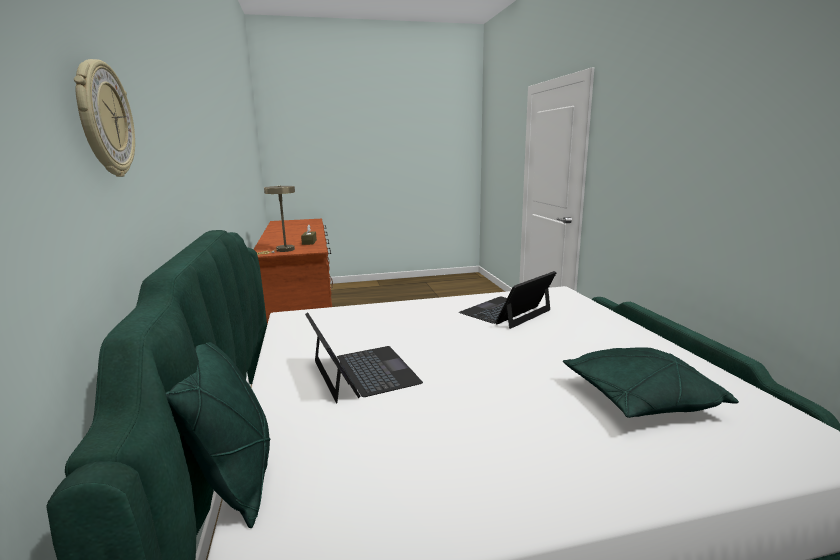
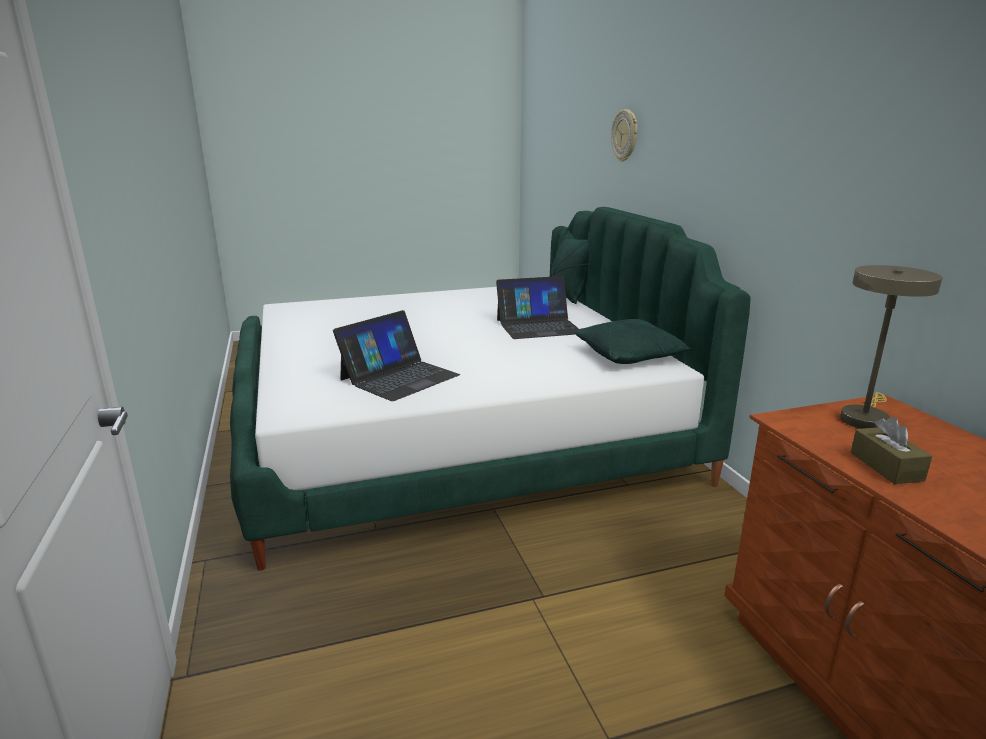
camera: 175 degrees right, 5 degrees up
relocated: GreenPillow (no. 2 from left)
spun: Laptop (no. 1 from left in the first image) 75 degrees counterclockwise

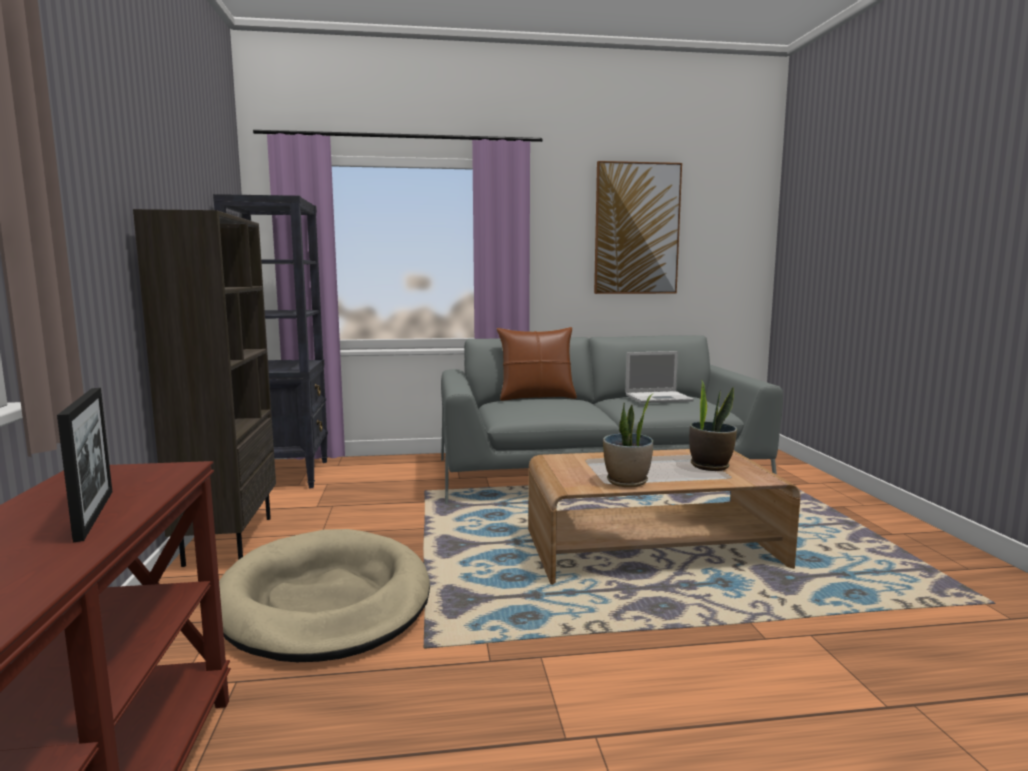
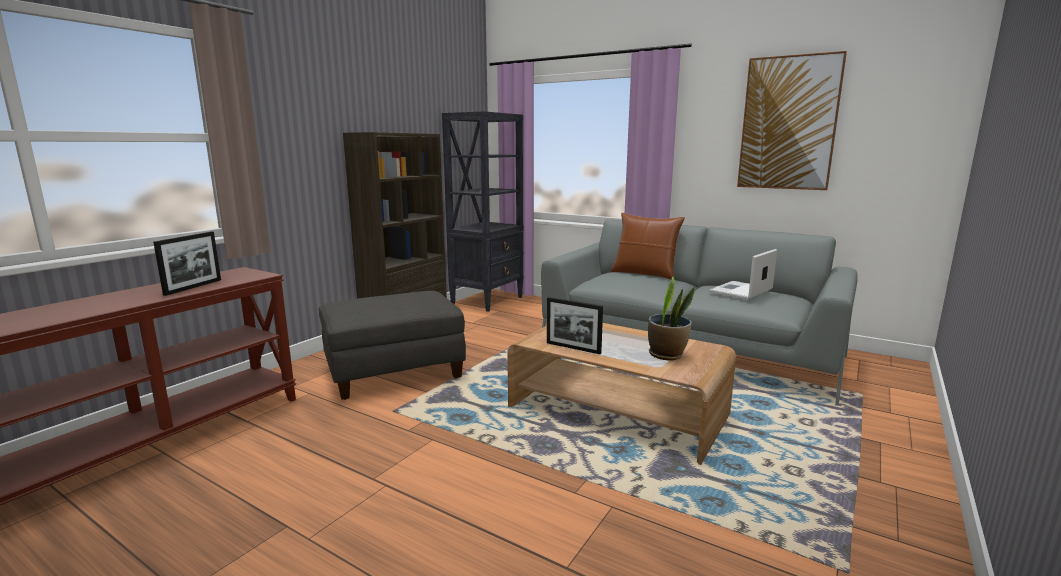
camera: 40 degrees right, 5 degrees up
exchanged: BeigeDogBed to GreyOttoman; PottedPlant (no. 1 from left) to PictureFrame (no. 2 from left)
spun: Laptop 105 degrees clockwise

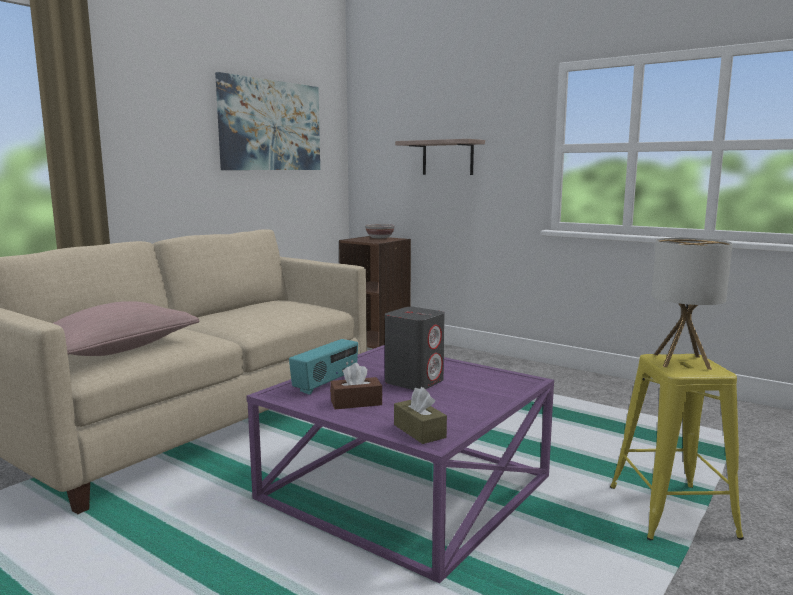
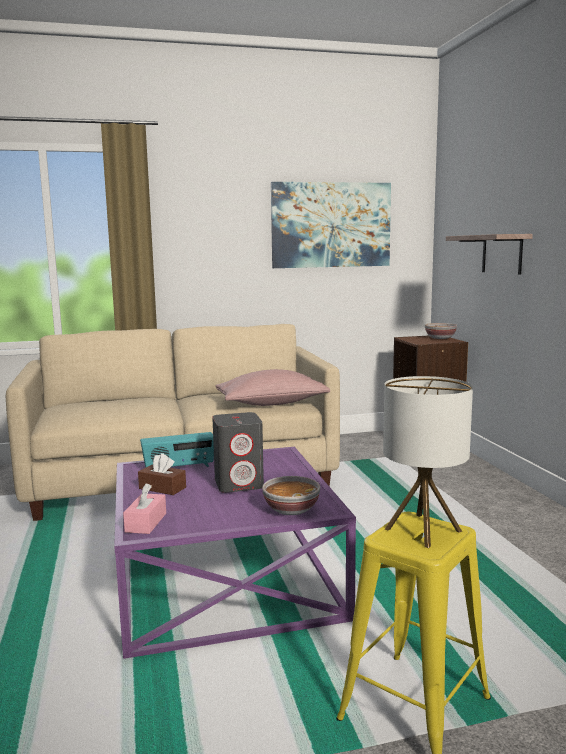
camera: 40 degrees right, 0 degrees up
appeared: Bowl (no. 1 from left)
relocated: PinkPillow
colour: BrownTissueBox (no. 2 from left) to PinkTissueBox

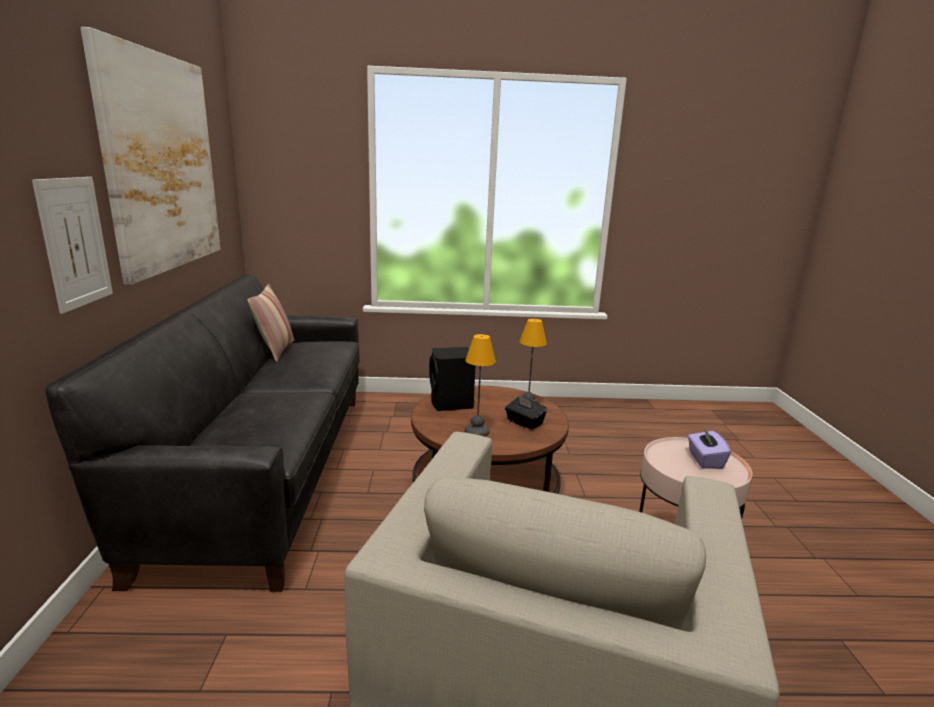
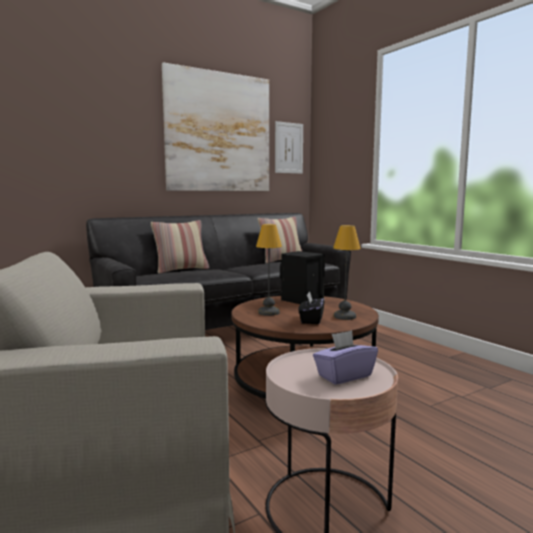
camera: 60 degrees right, 10 degrees down
appeared: Pillow (no. 1 from left)
relocated: Picture (no. 1 from left in the first image) to Picture (no. 2 from left)

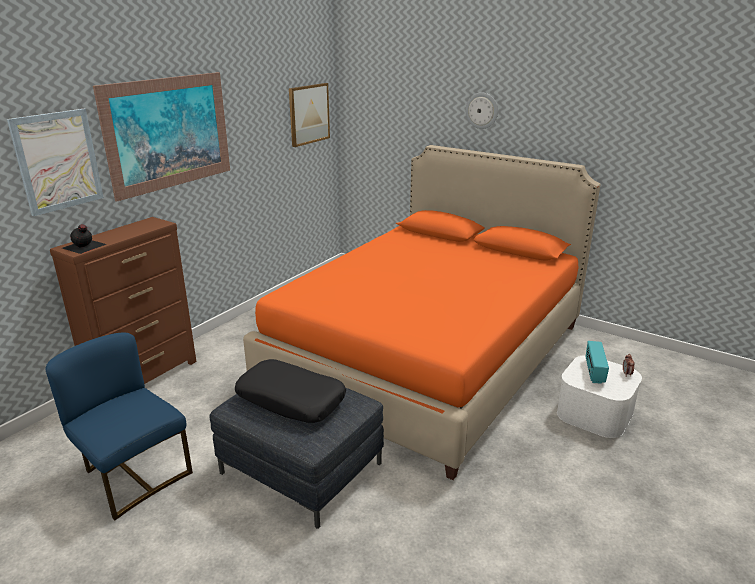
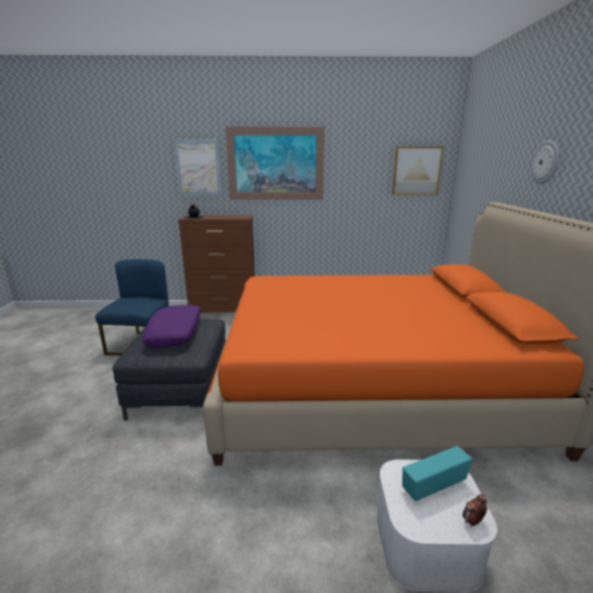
camera: 55 degrees right, 5 degrees down
colour: BlackPillow to PurplePillow

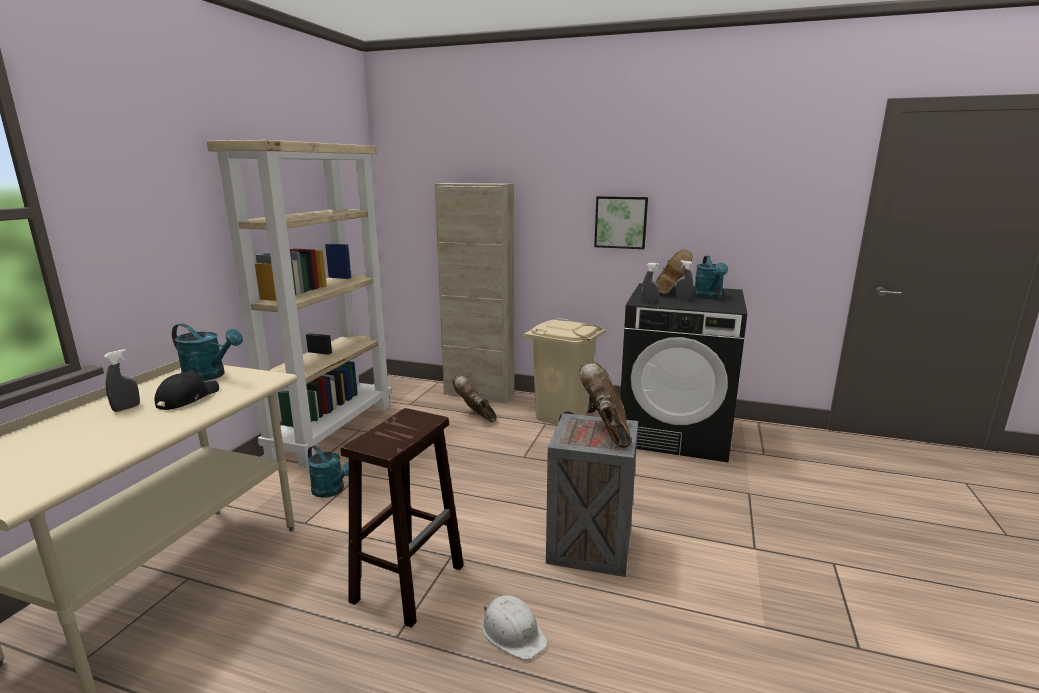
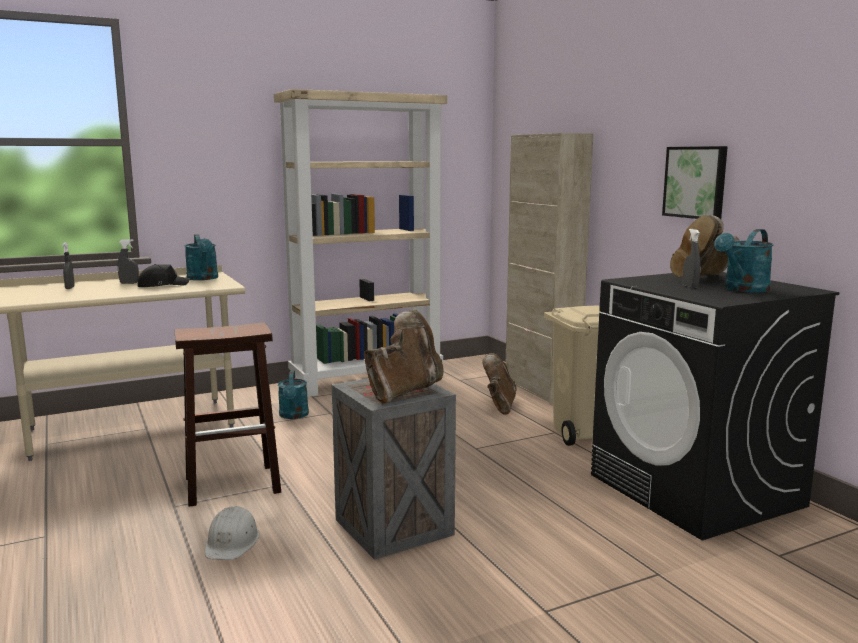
camera: 45 degrees right, 5 degrees down
relocated: GreySprayBottle (no. 2 from left in the first image) to GreySprayBottle (no. 1 from left)

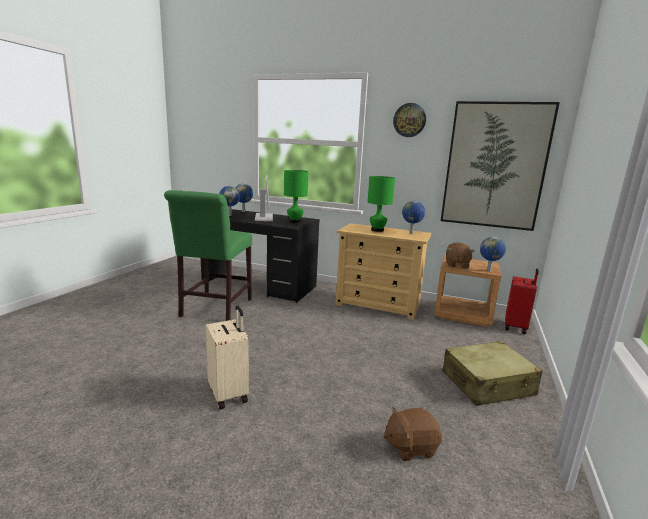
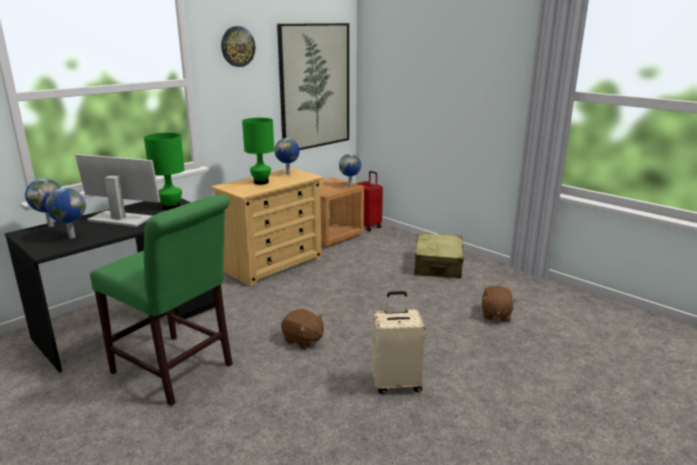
camera: 65 degrees left, 5 degrees up
relocated: BrownPlushToy (no. 2 from left in the first image) to BrownPlushToy (no. 1 from left)

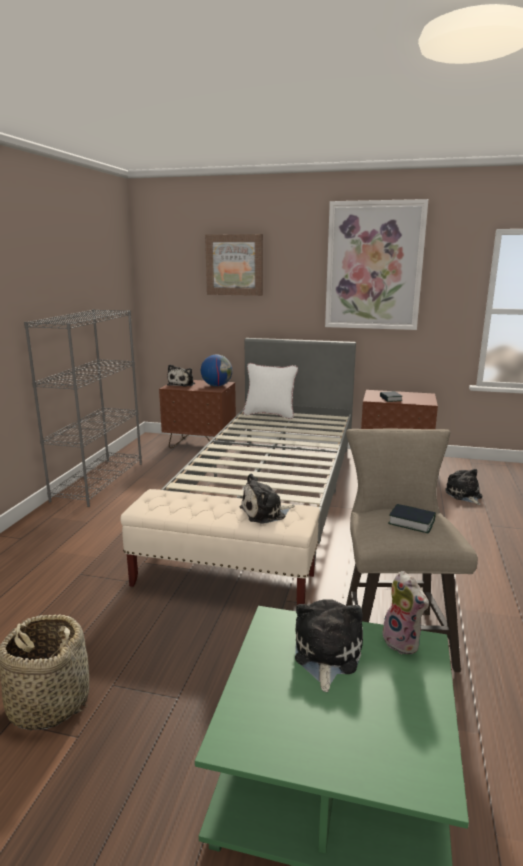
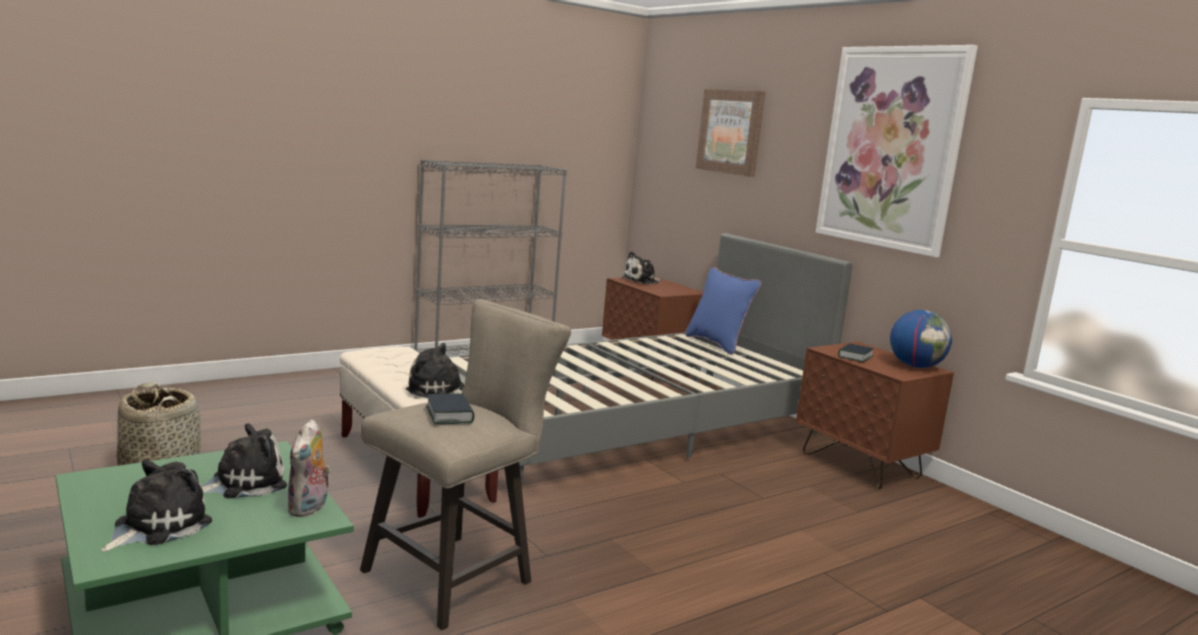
camera: 40 degrees right, 5 degrees down
relocated: PlushToy (no. 5 from left in the first image) to PlushToy (no. 1 from left); Globe
colour: WhitePillow to BluePillow

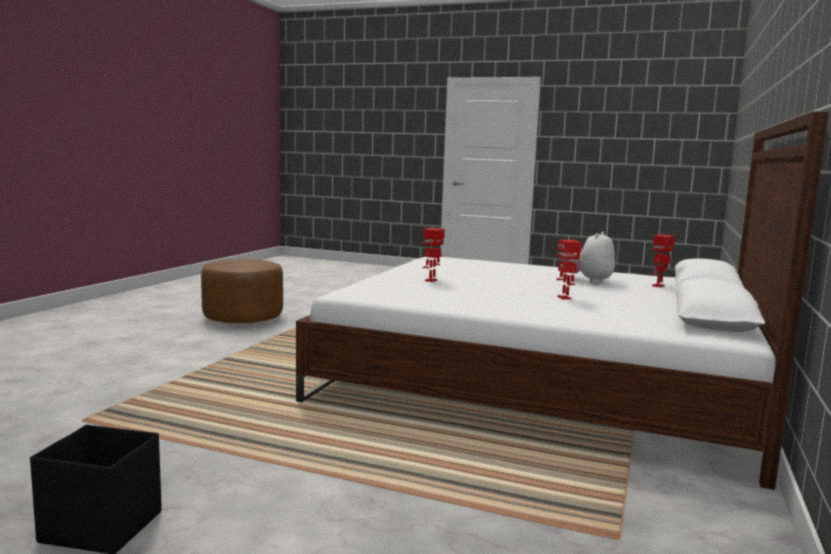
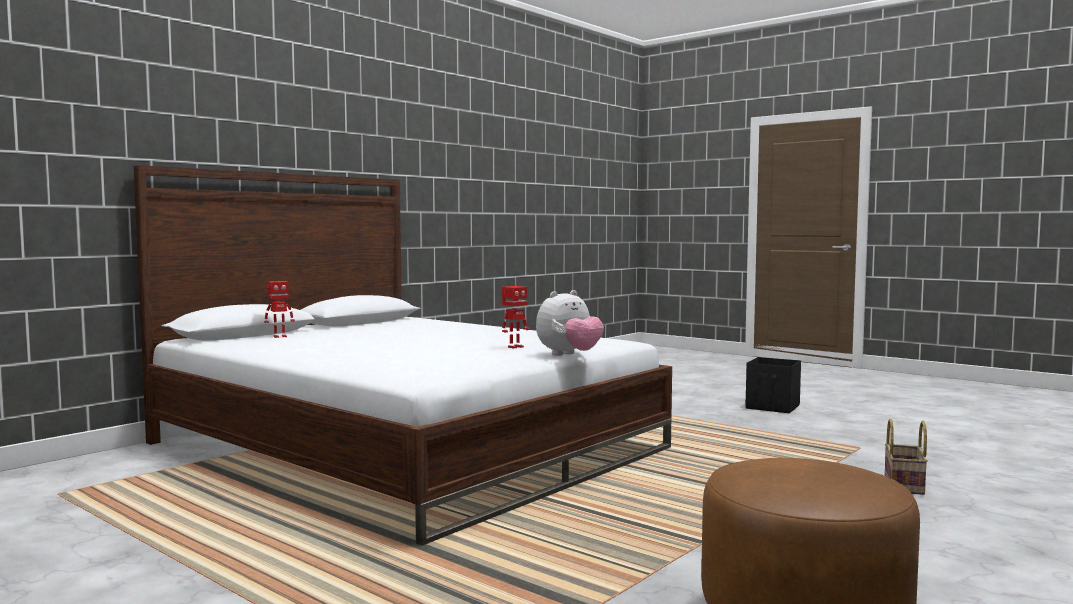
camera: 160 degrees left, 5 degrees down
missing: ToyRobot (no. 2 from left)
appeared: Basket
relocated: PlushToy

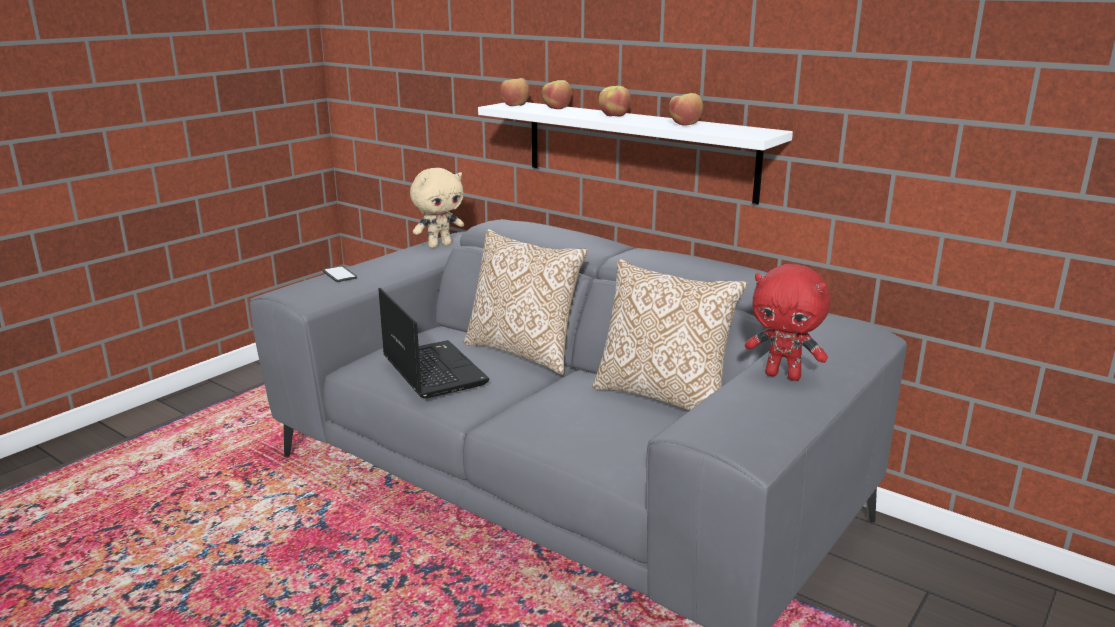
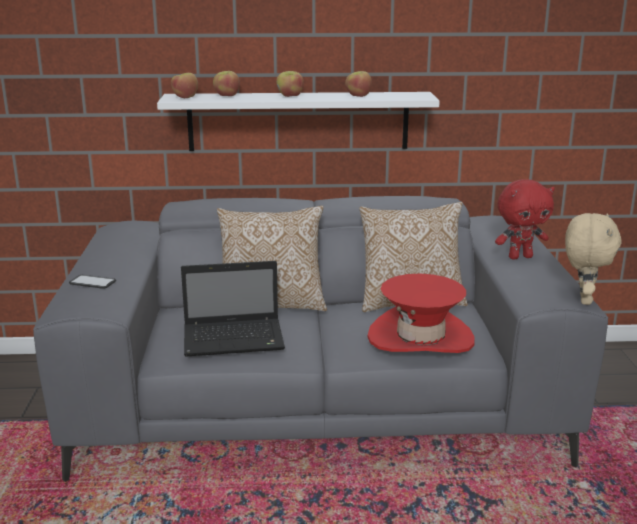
camera: 40 degrees left, 0 degrees up
appeared: RedHat
relocated: BeigePlushToy
spun: Laptop 150 degrees clockwise

